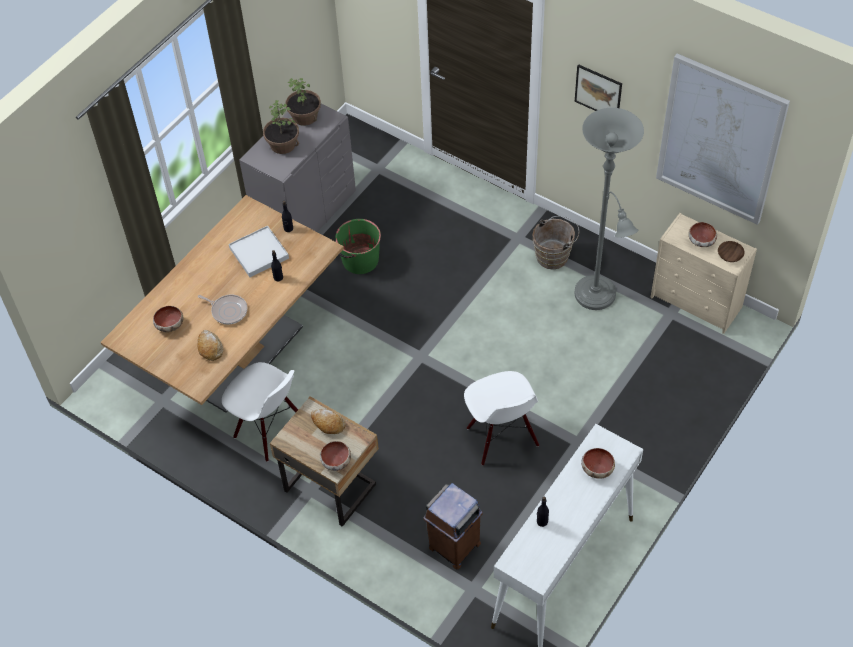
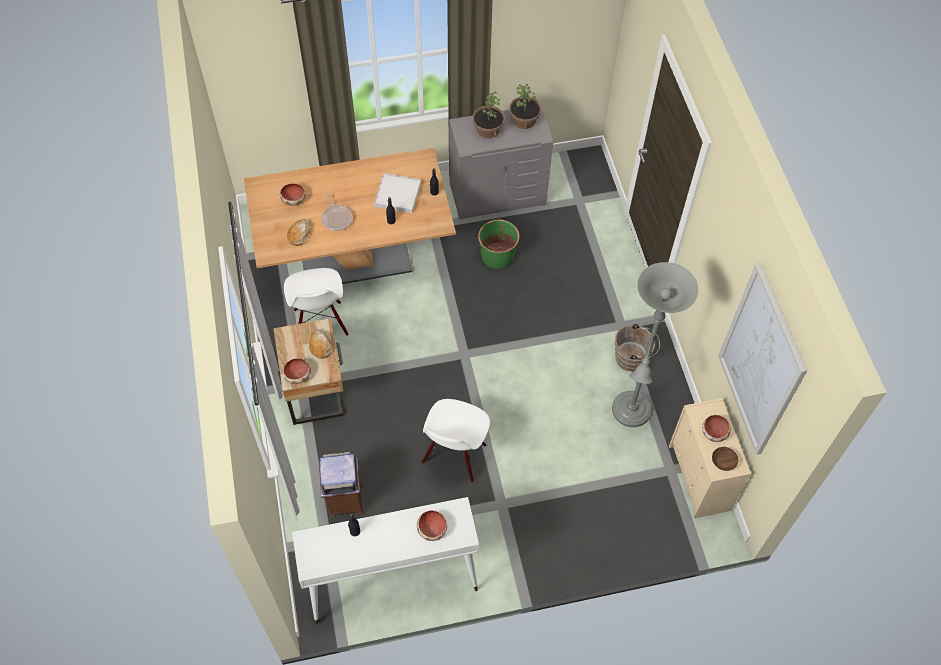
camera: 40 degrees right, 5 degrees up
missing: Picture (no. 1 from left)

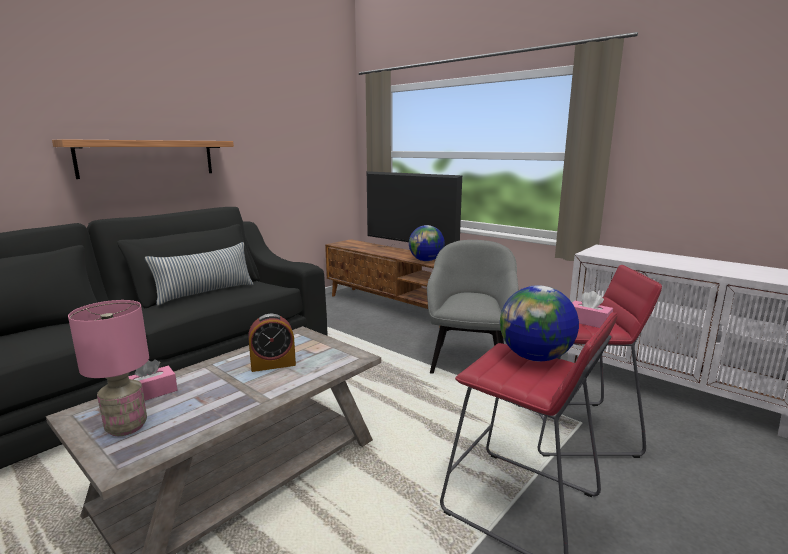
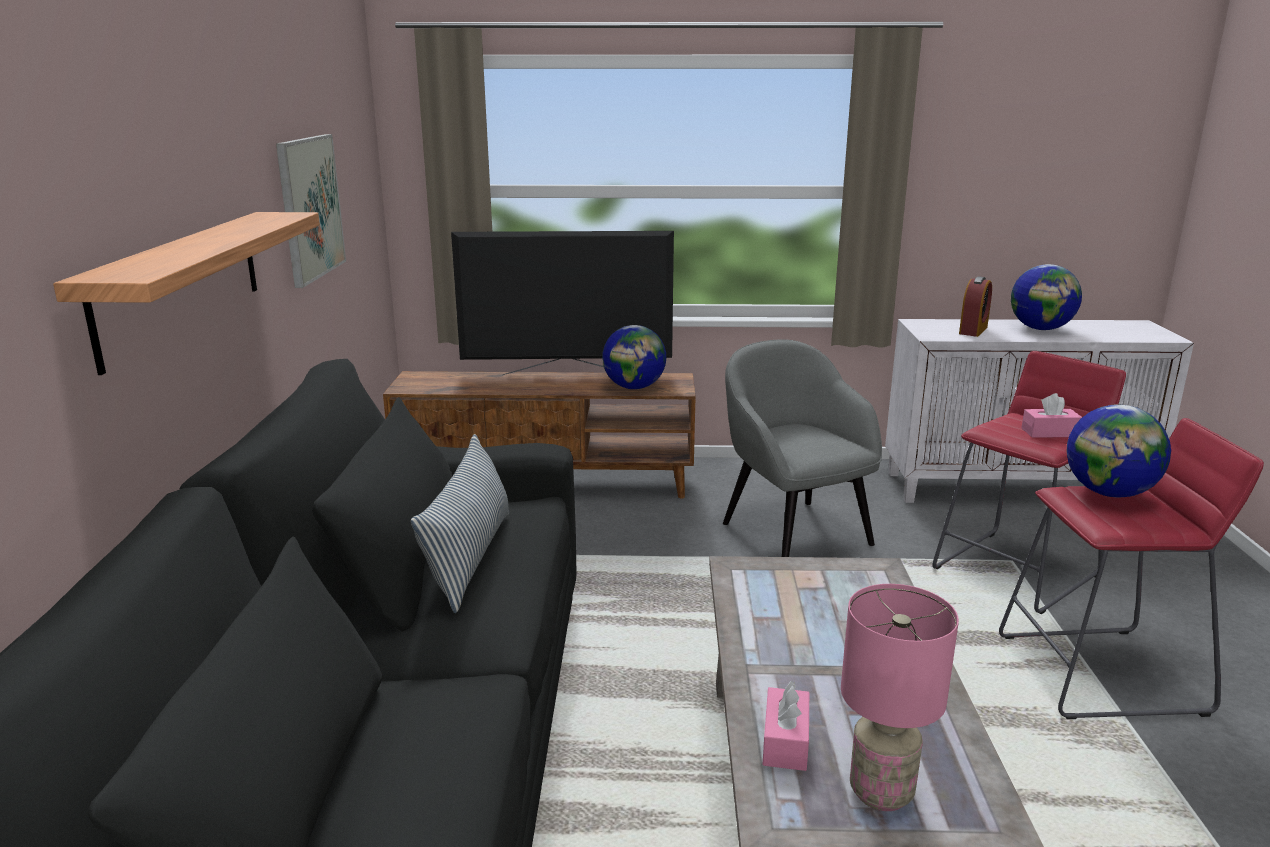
camera: 40 degrees left, 5 degrees up
appeared: Picture; Globe (no. 2 from left)
relocated: AlarmClock

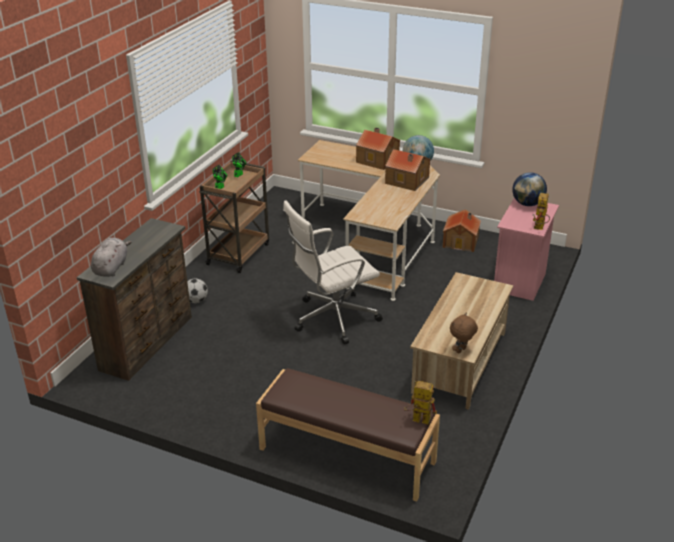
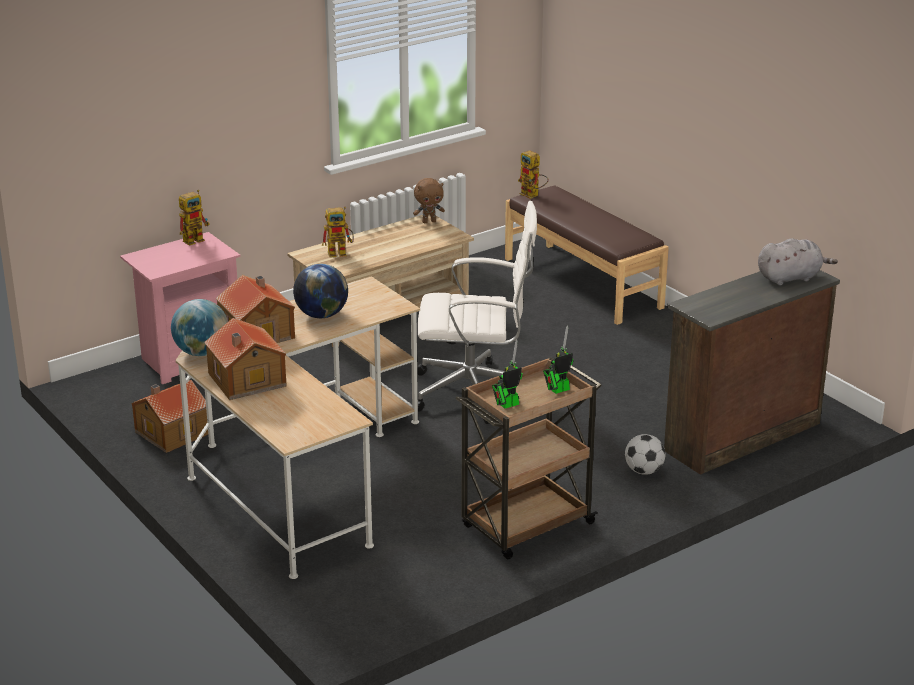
camera: 150 degrees left, 5 degrees down
appeared: ToyRobot (no. 2 from left)
relocated: Globe (no. 2 from left)
spun: GreyPlushToy 150 degrees counterclockwise

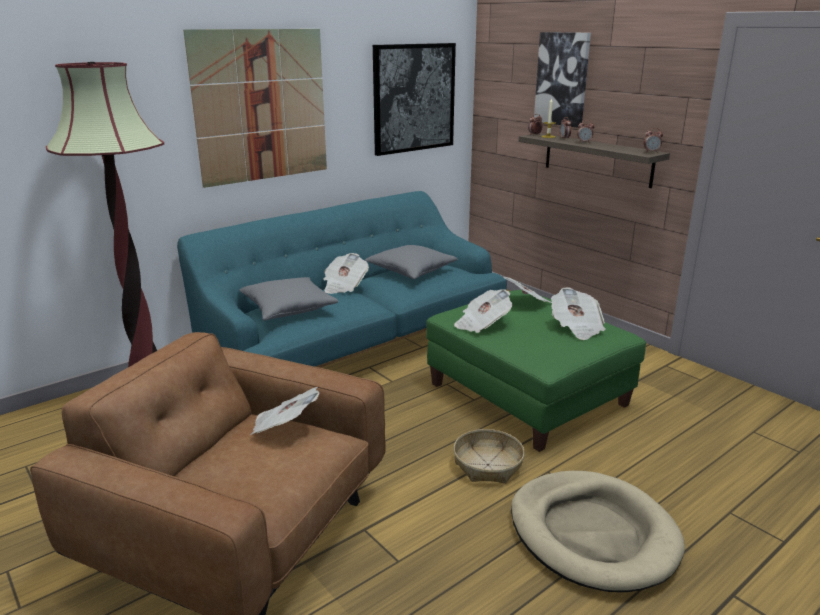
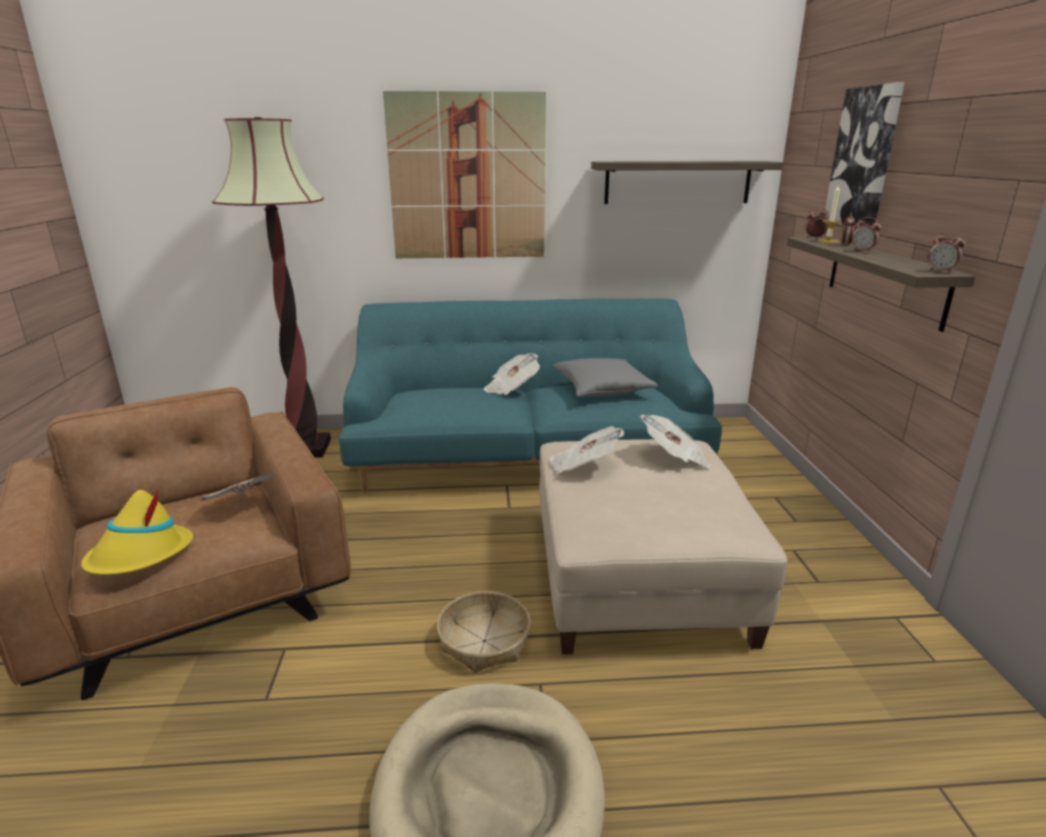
camera: 35 degrees right, 0 degrees up
missing: GreyPillow (no. 1 from left); Newspaper (no. 5 from left)
appeared: YellowHat
exchanged: Picture (no. 2 from left) to Shelf (no. 1 from left)
colour: GreenOttoman to BeigeOttoman

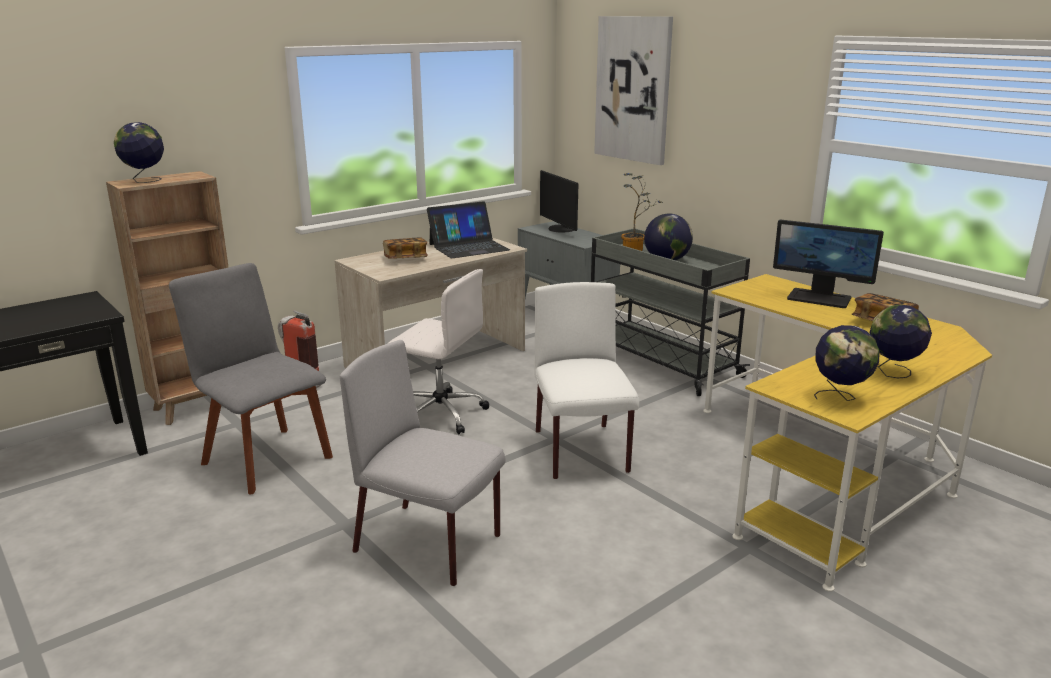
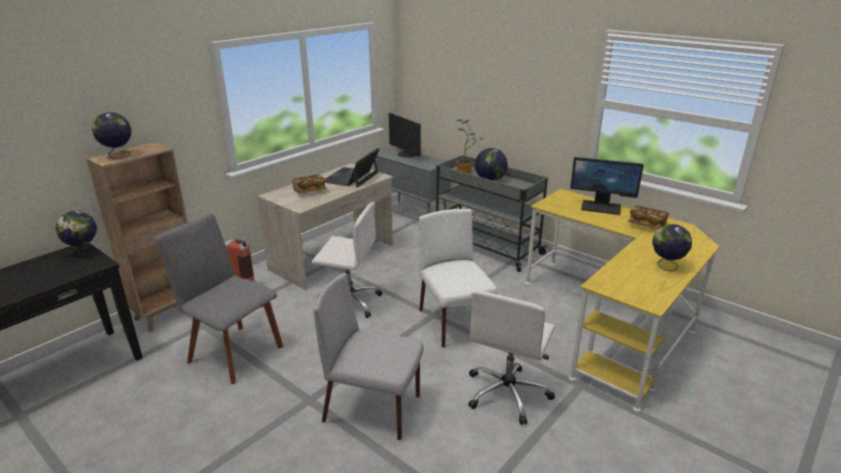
camera: 10 degrees left, 5 degrees up
missing: Picture
appeared: WhiteOfficeChair (no. 2 from left)
relocated: Globe (no. 3 from left in the first image) to Globe (no. 1 from left)
spun: Laptop 150 degrees clockwise

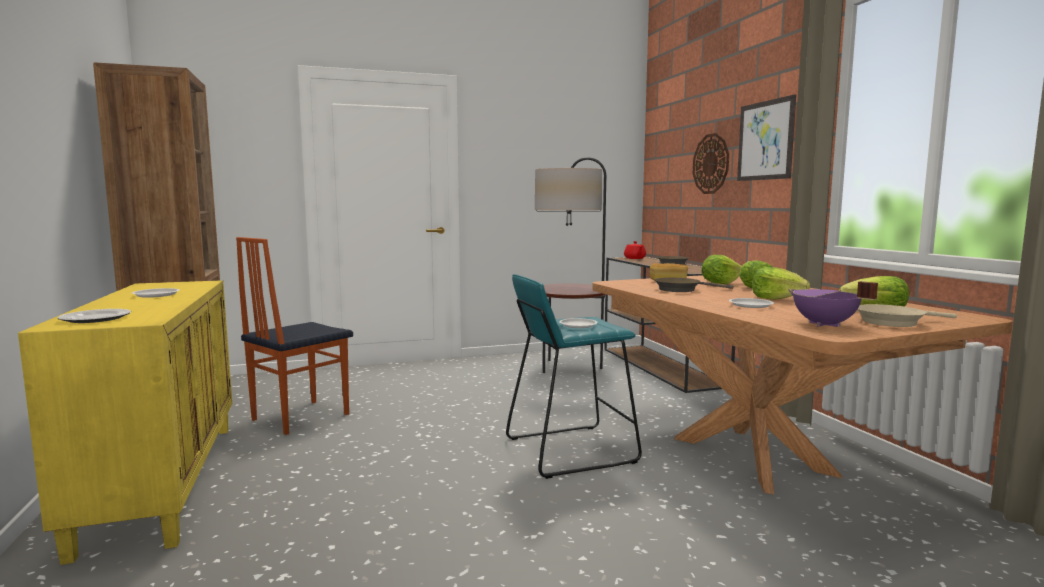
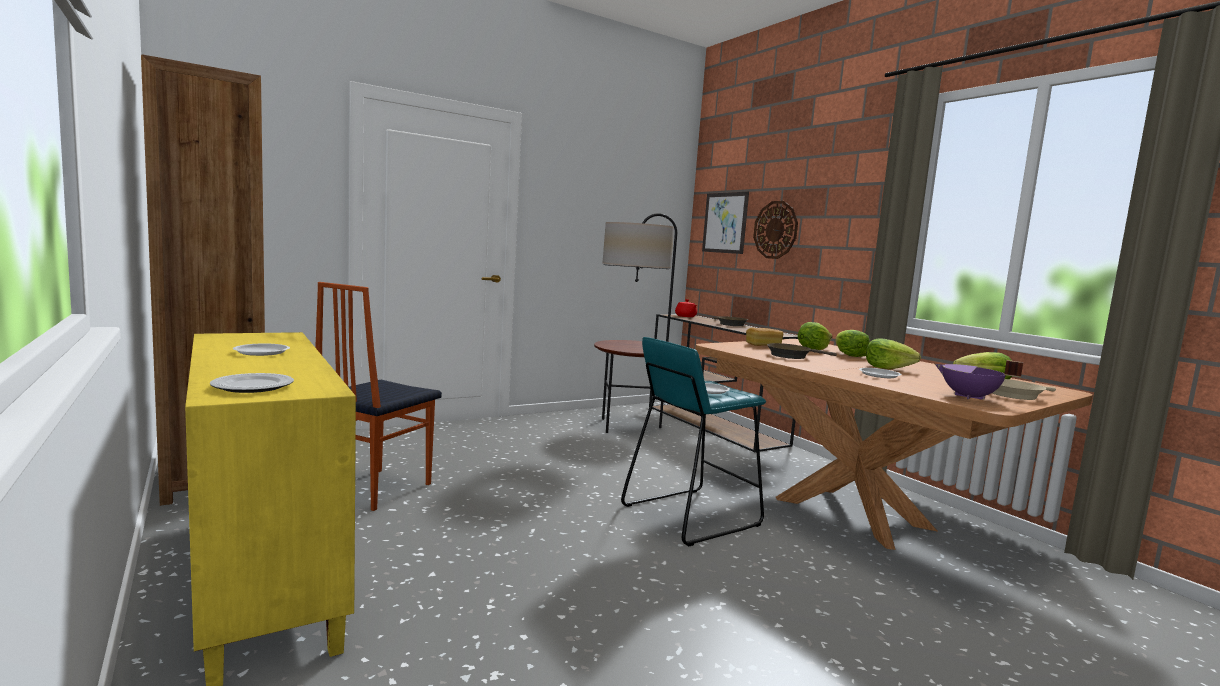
camera: 15 degrees left, 0 degrees up
relocated: Picture

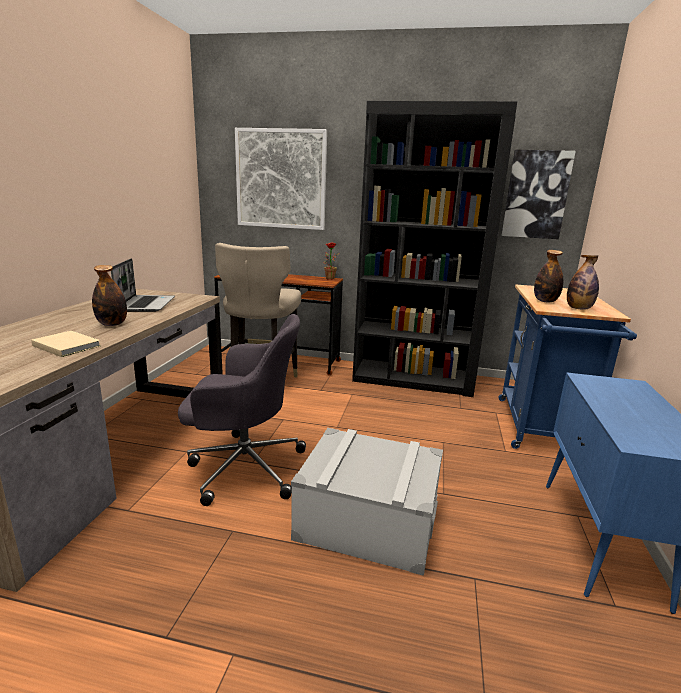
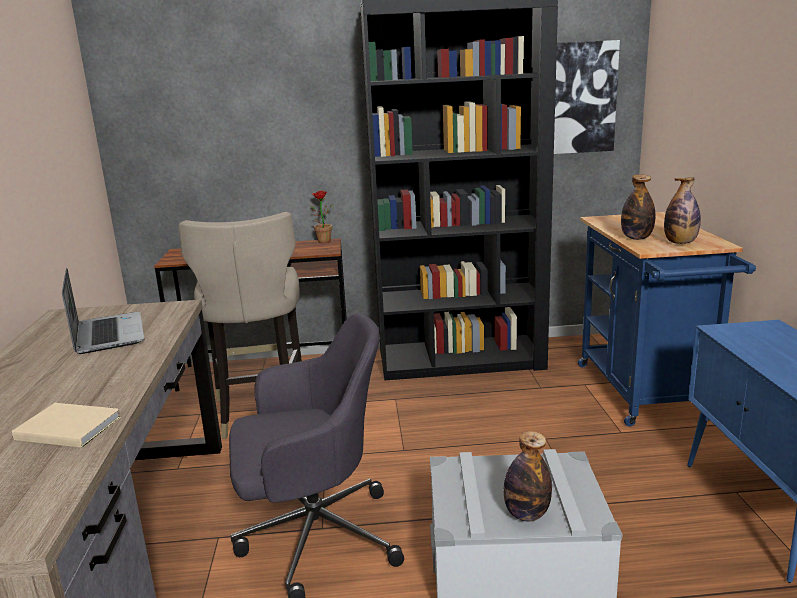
camera: 15 degrees left, 0 degrees up
missing: Picture (no. 1 from left)
relocated: Bottle (no. 1 from left)

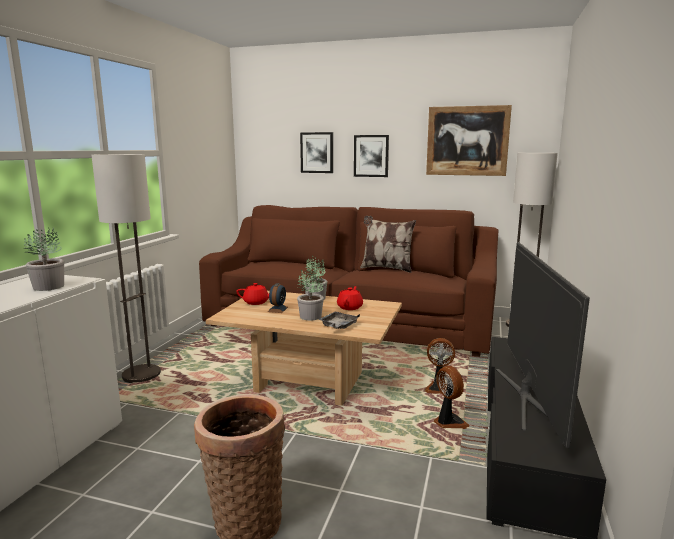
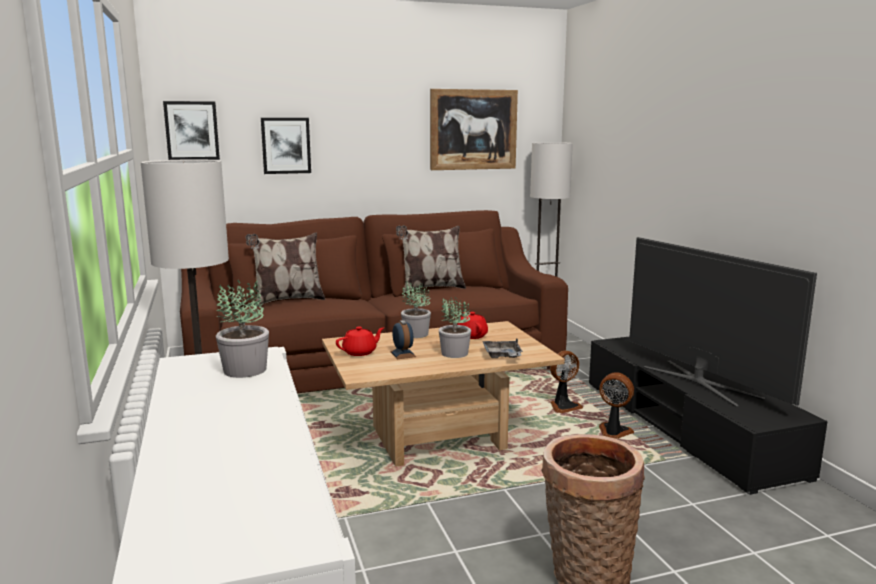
camera: 35 degrees left, 0 degrees up
appeared: Pillow (no. 1 from left)
relocated: Picture (no. 2 from left in the first image) to Picture (no. 1 from left)

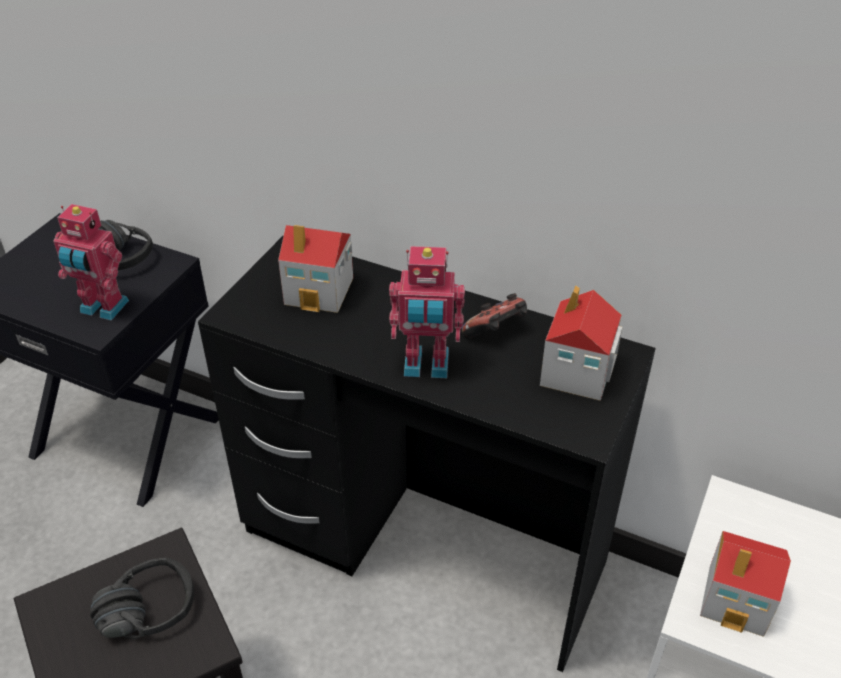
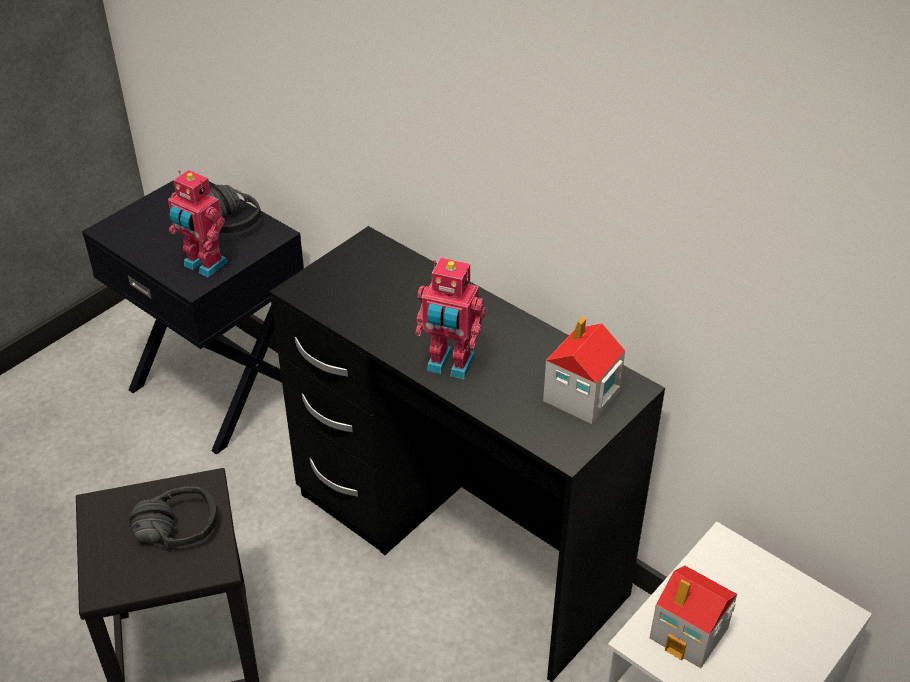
camera: 15 degrees right, 0 degrees up
missing: ToyHouse (no. 1 from left); GameController

